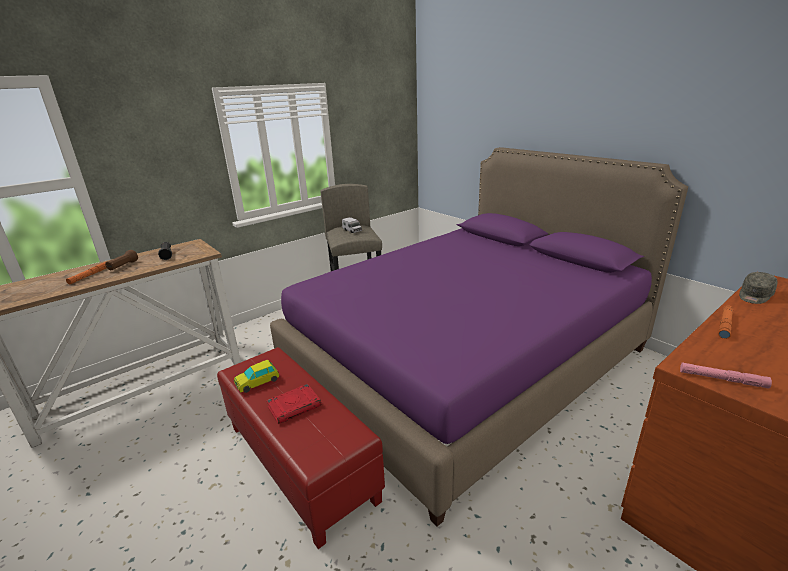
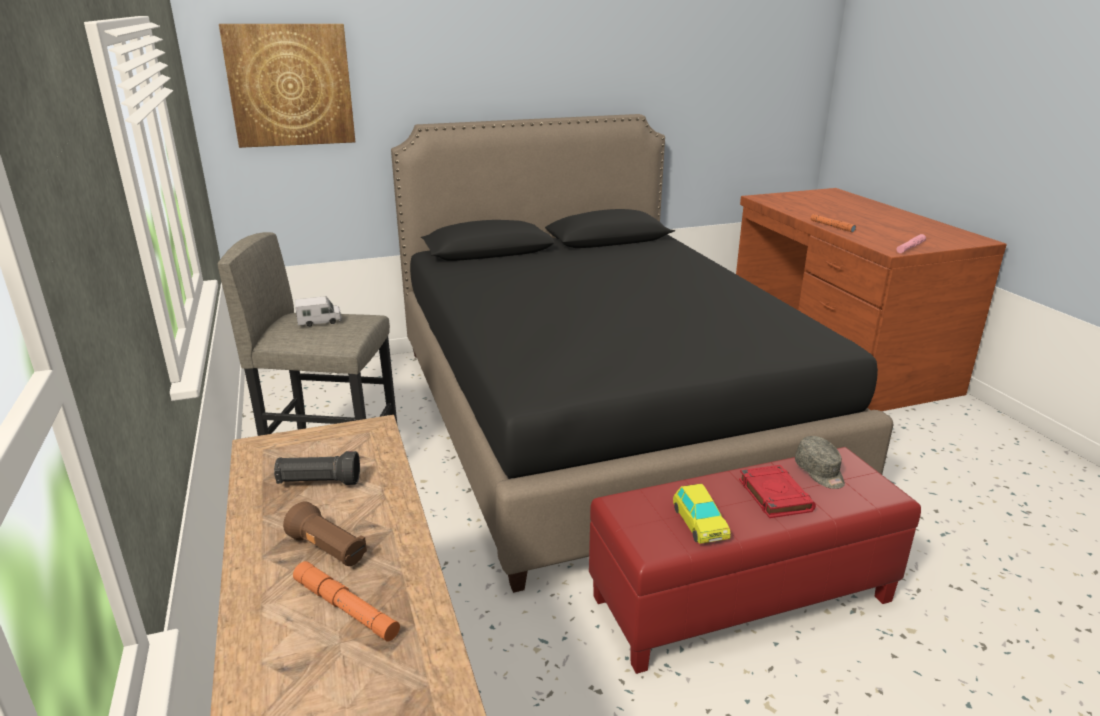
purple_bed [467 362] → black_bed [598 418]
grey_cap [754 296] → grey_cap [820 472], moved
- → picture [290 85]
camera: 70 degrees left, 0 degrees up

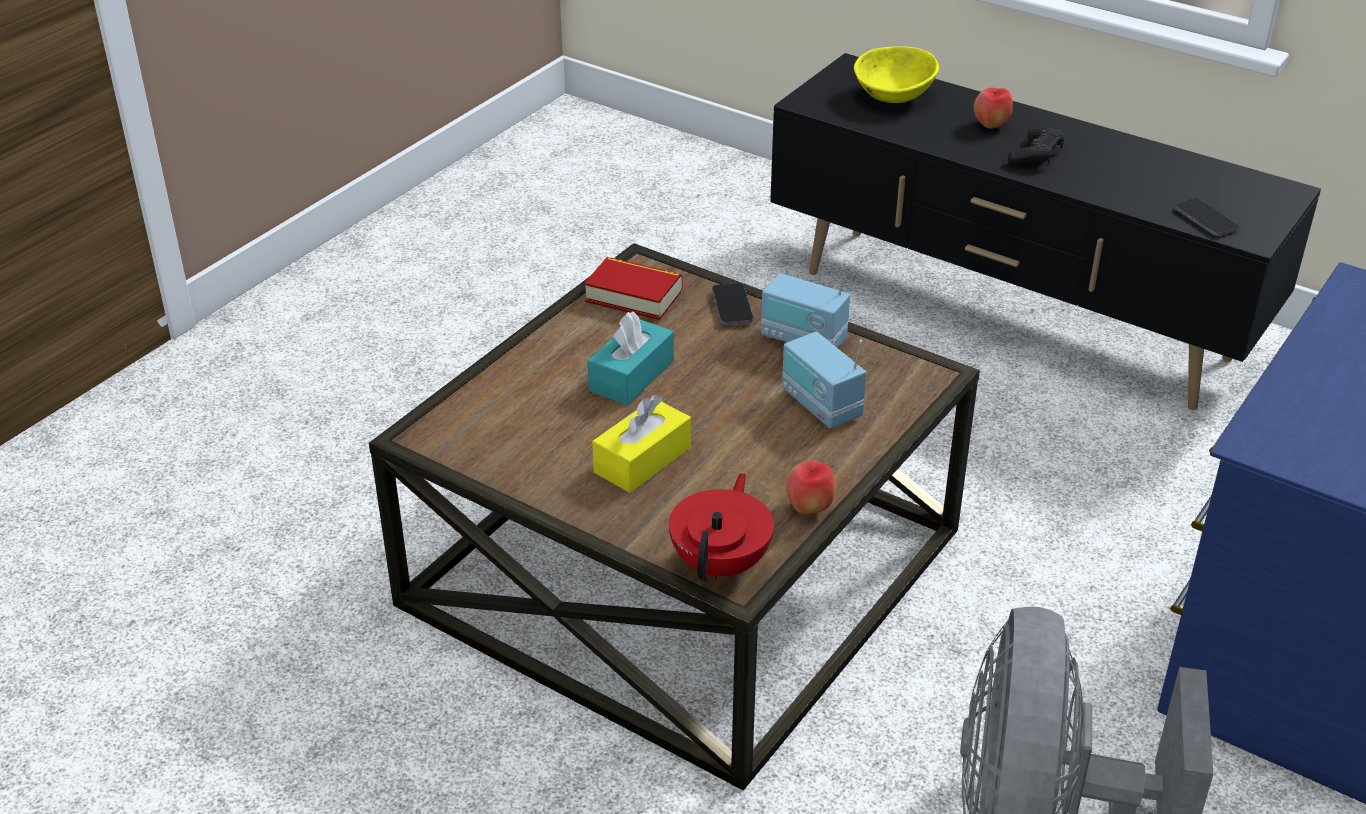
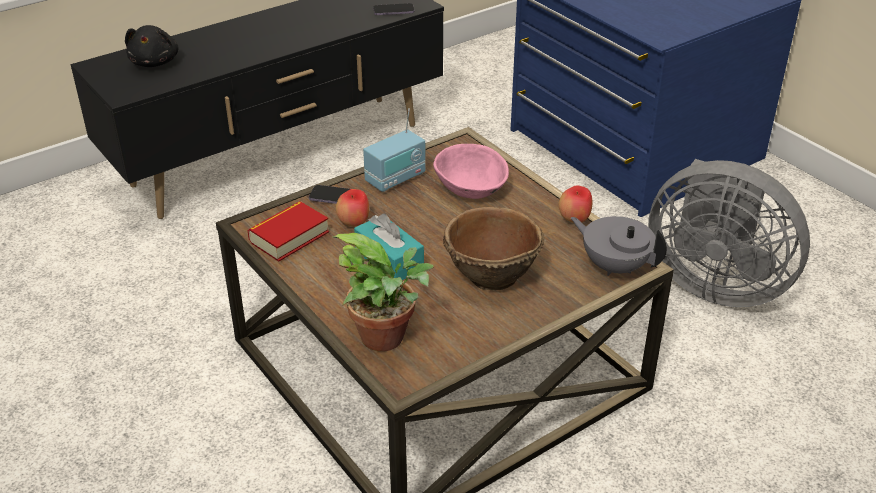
yellow_tissue_box [642 460] → brown_bowl [491 276]
red_teapot [722 563] → grey_teapot [614 266]
radio [820 405] → pink_bowl [471 190]
yellow_bowl [894 97] → black_plush_toy [155 62]
apple [990 126] → apple [354 223], moved
black_game_controller [1036 155] → -
- → potted_plant [388 338]
camera: 70 degrees left, 0 degrees up

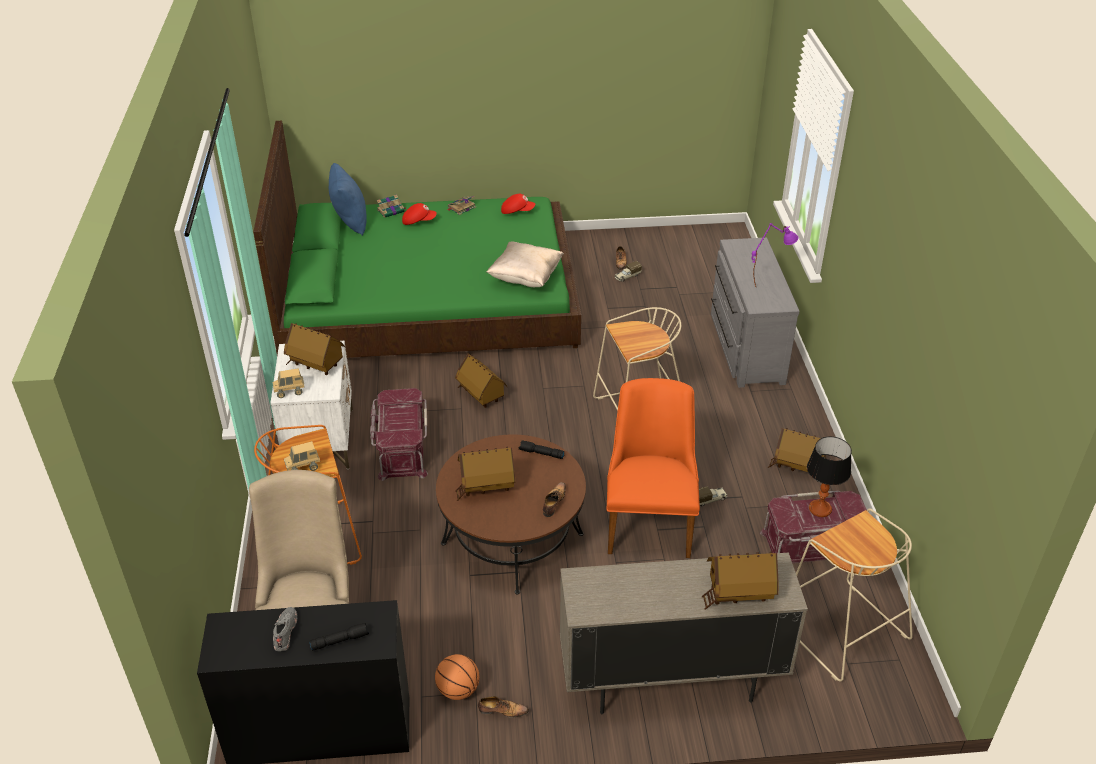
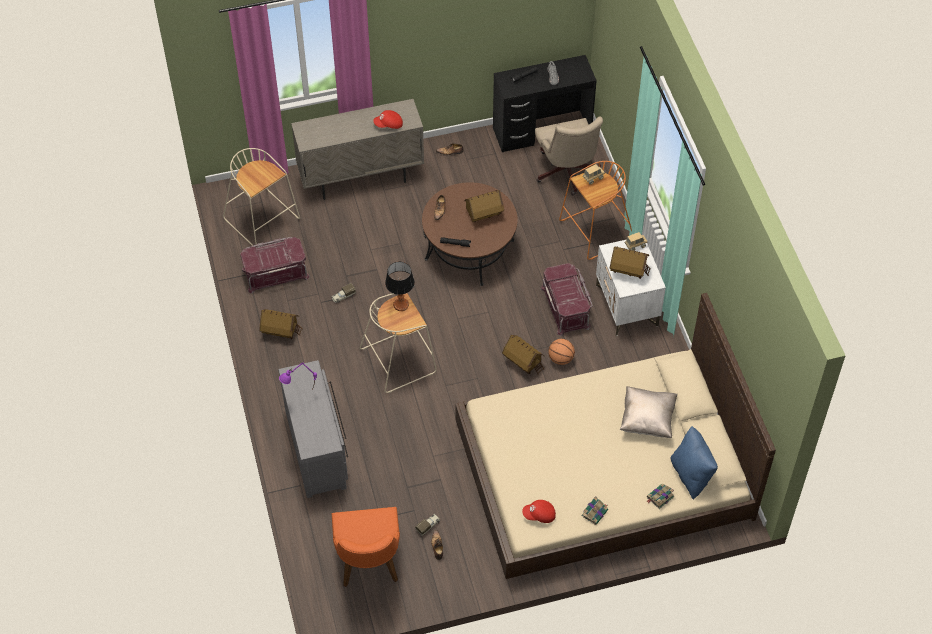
green_bed [428 296] → beige_bed [603 471]
red_cap [418 221] → red_cap [389 125], moved
basketball [458 690] → basketball [561 359], moved
beige_pillow [525 278] → beige_pillow [647 420], moved
orange_chair [649 521] → orange_chair [369 566], moved
toy_house [738 595] → -
table_lamp [820 509] → table_lamp [400 305], moved
camera: 170 degrees right, 15 degrees up

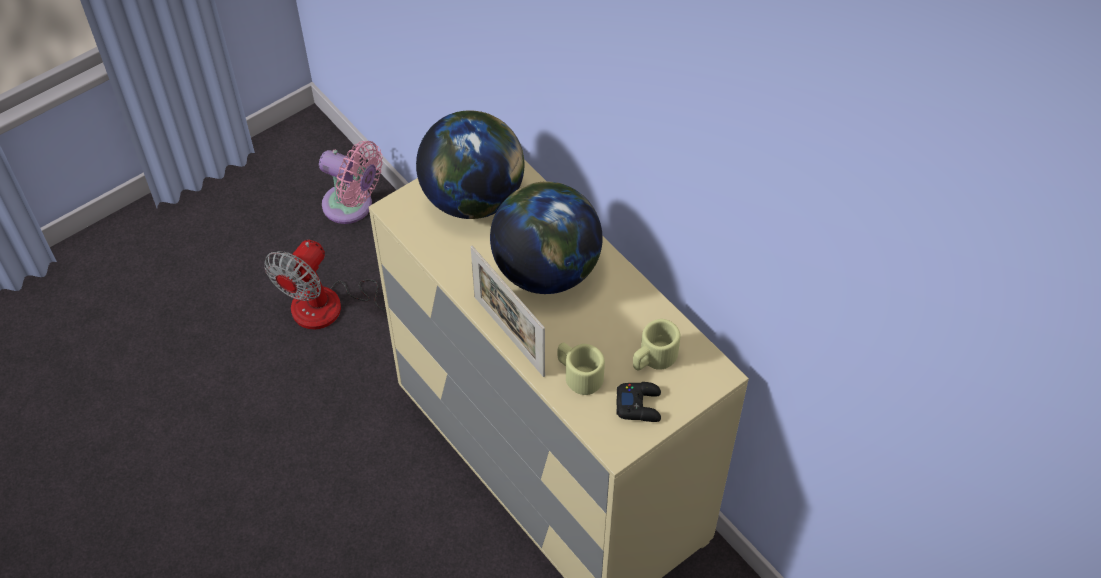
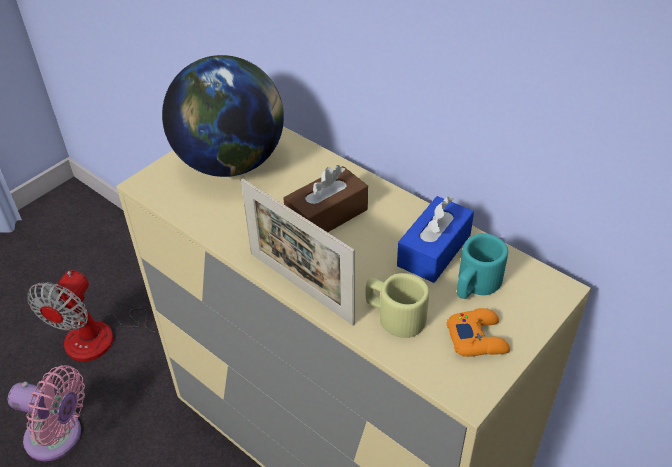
pink_fan [352 206] → pink_fan [59 437], moved
globe [546 270] → brown_tissue_box [326 215]
black_game_controller [639 405] → orange_game_controller [477 338]
beige_mug [653 358] → turquoise_mug [475 284]
- → blue_tissue_box [434 250]
camera: 10 degrees left, 10 degrees down

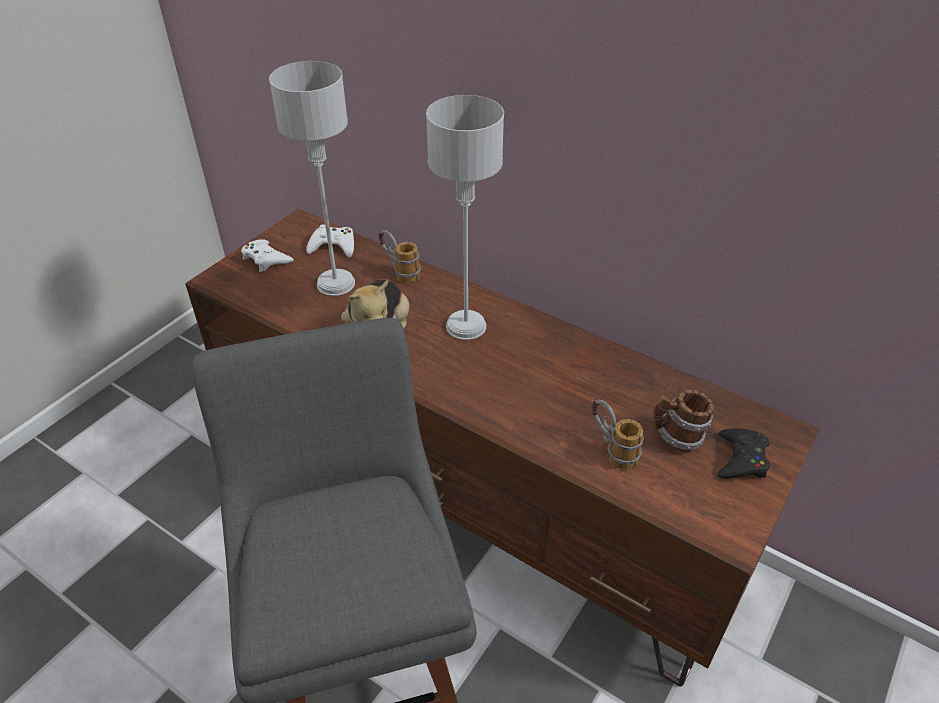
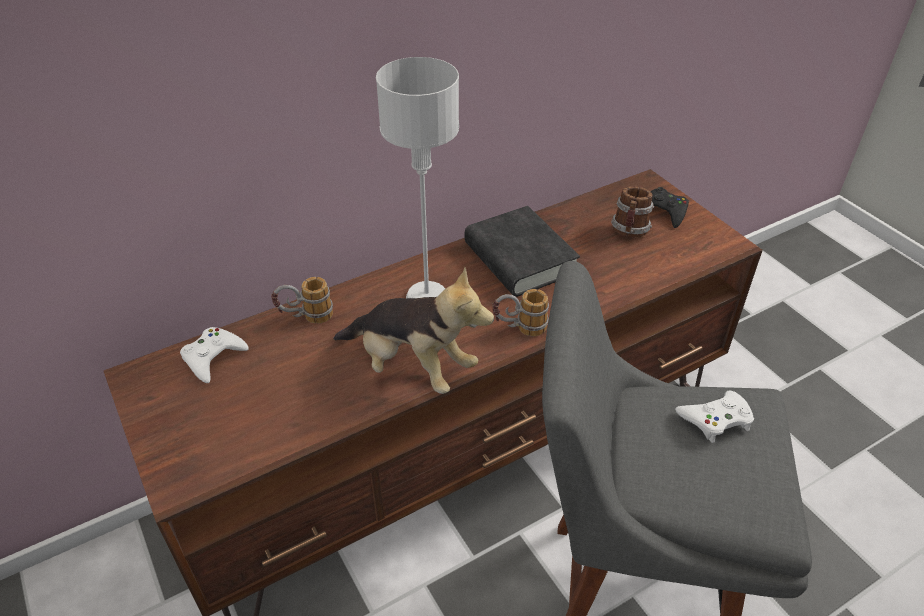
white_game_controller [266 259] → white_game_controller [715 419], moved
grey_table_lamp [335 284] → -
mug [611 449] → mug [519 329], moved
- → black_book [519 258]
camera: 65 degrees left, 0 degrees up

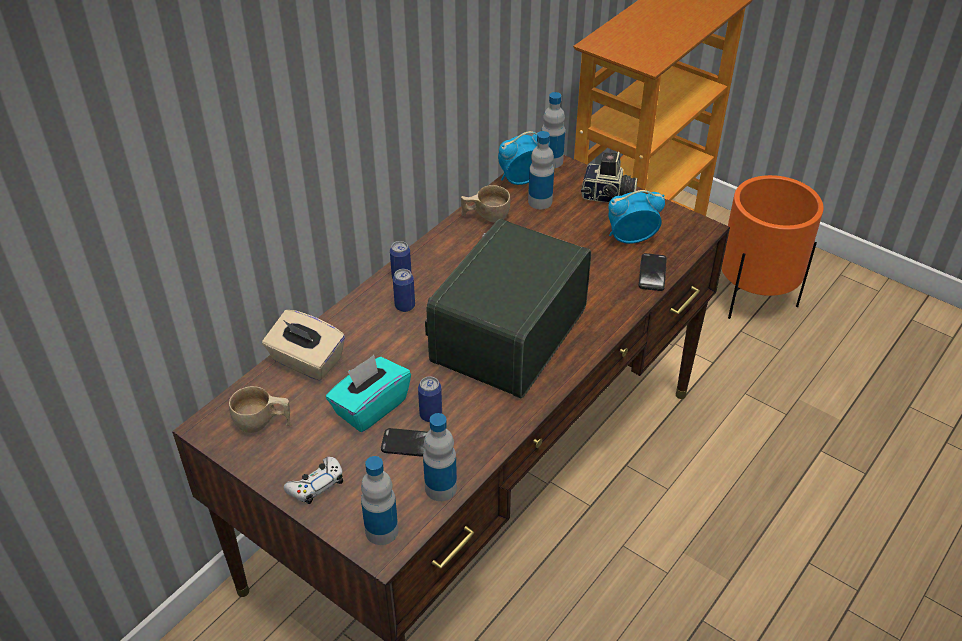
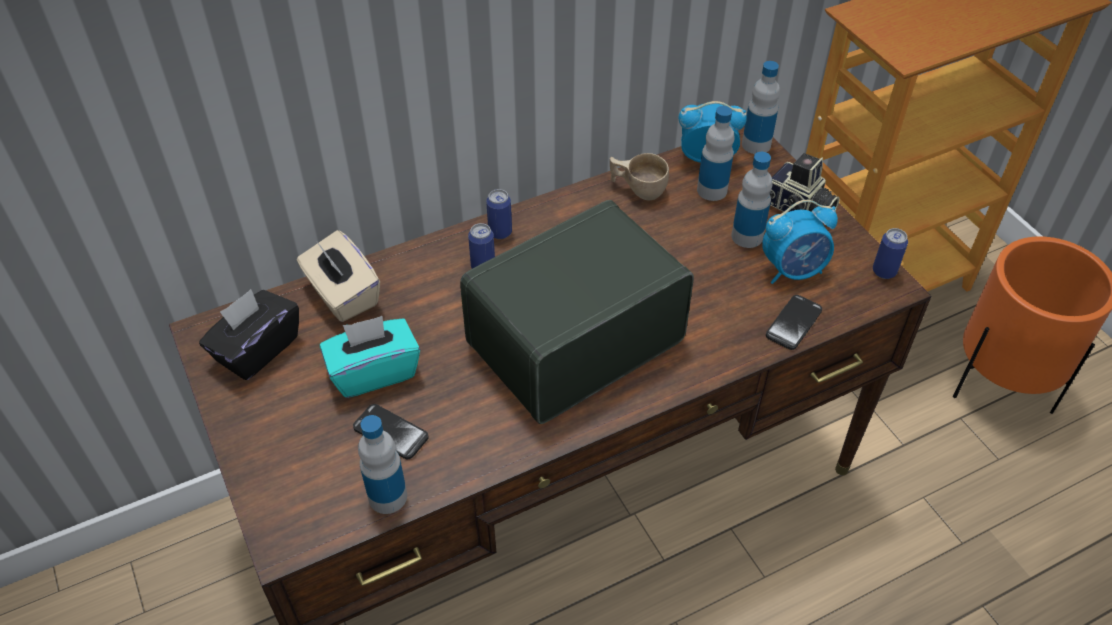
beige_cup [263 424] → black_tissue_box [257 349]
white_game_controller [316 485] → -
bottle [381 531] → bottle [747 236], moved
can [431 415] → can [884 271], moved
alarm_clock [630 238] → alarm_clock [793 270], 150 degrees clockwise
camera: 25 degrees right, 5 degrees up

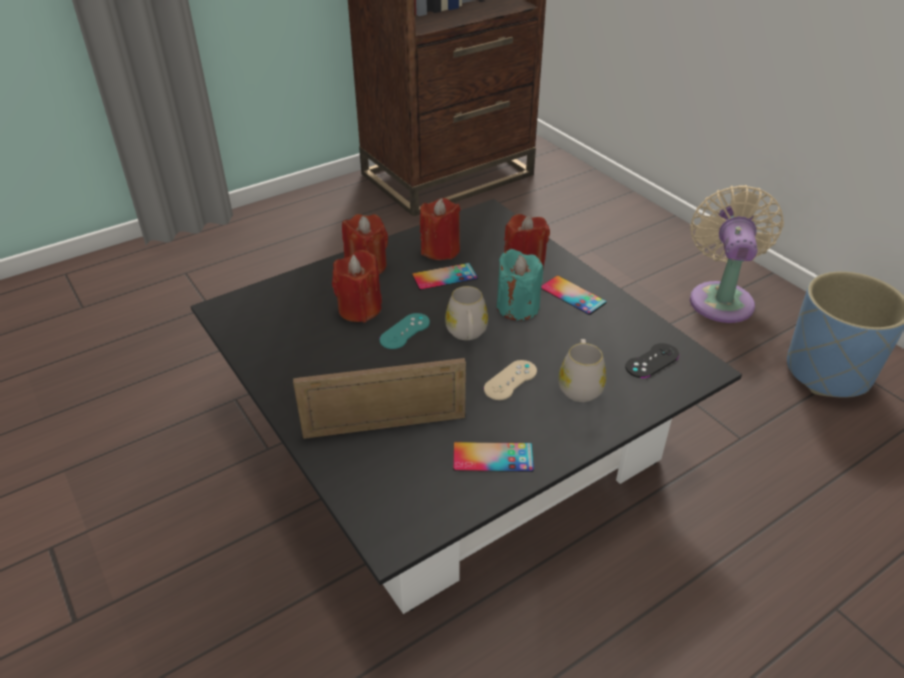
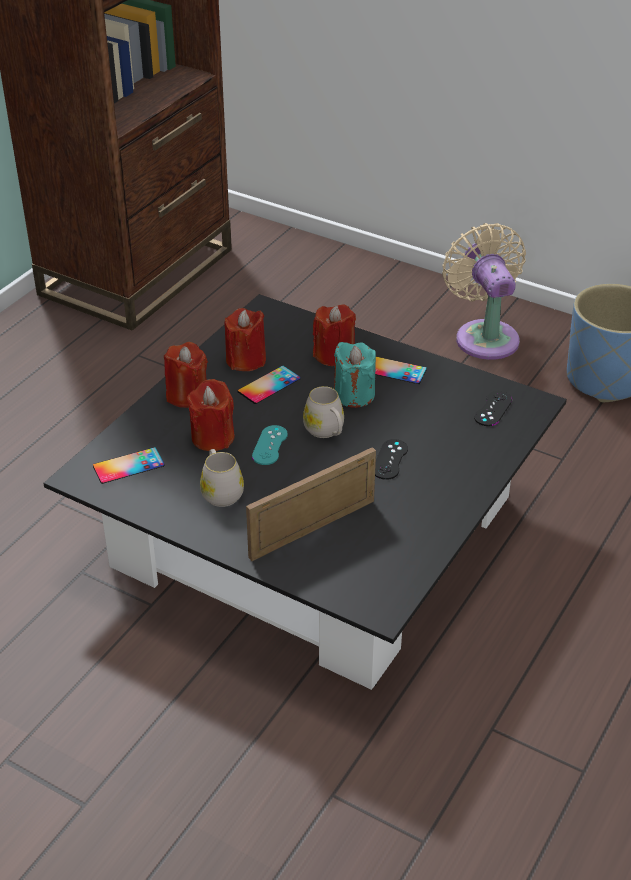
phone [493 457] → phone [128 466], moved
beige_game_controller [510 380] → black_game_controller [390 459]
white_mug [580 385] → white_mug [220 492], moved
camera: 25 degrees left, 0 degrees up

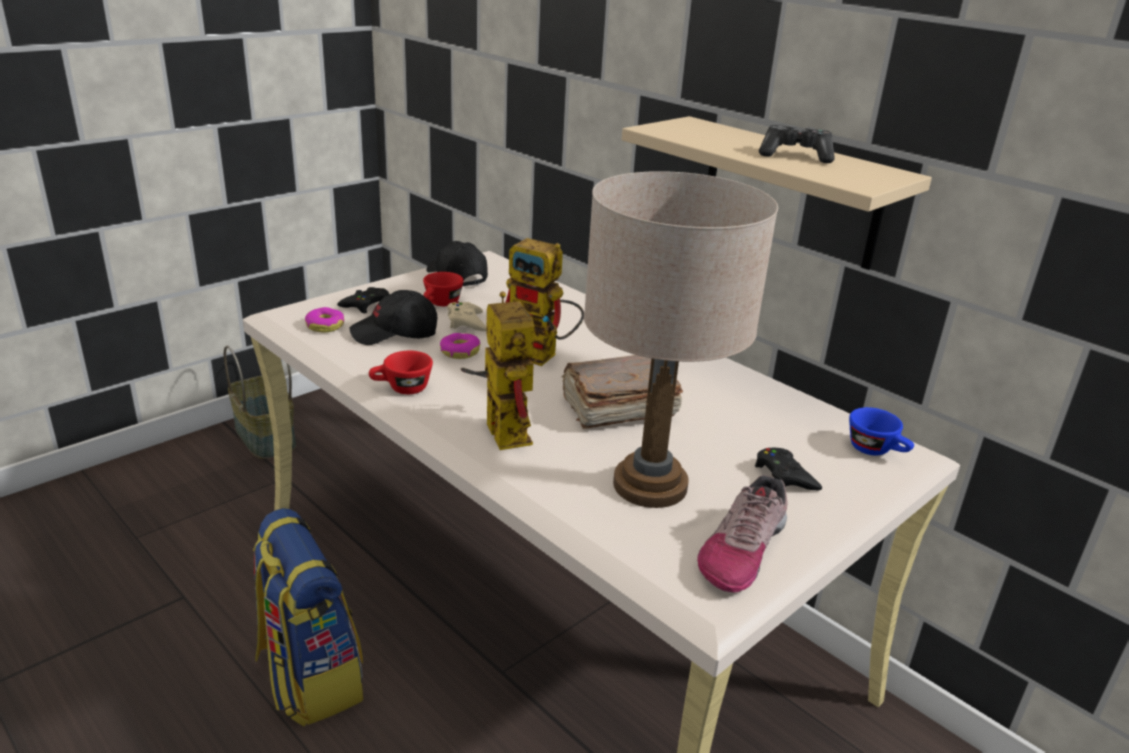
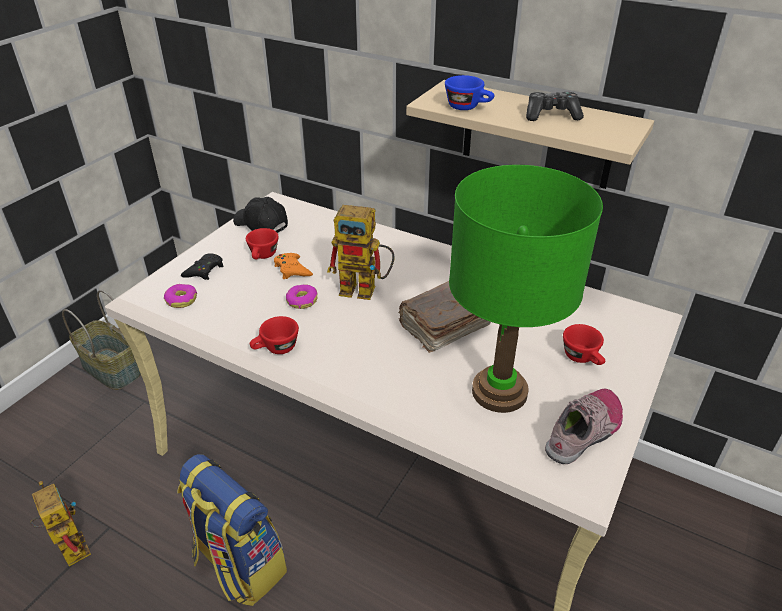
black_cap [395 334] → -
beige_game_controller [466 322] → orange_game_controller [292 270]
toy_robot [499 429] → toy_robot [69 545], moved
beige_table_lamp [650 485] → green_table_lamp [499 391]
shoe [741 550] → shoe [585 432], 150 degrees counterclockwise
black_game_controller [784 476] → red_cup [583 358]
blue_cup [876 451] → blue_cup [468 107], moved
camera: 15 degrees left, 10 degrees up

